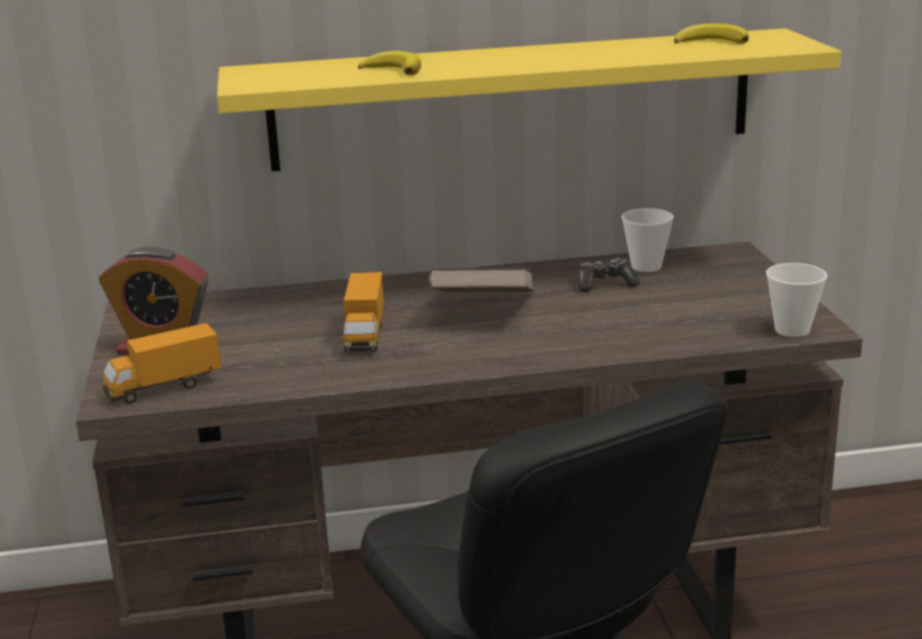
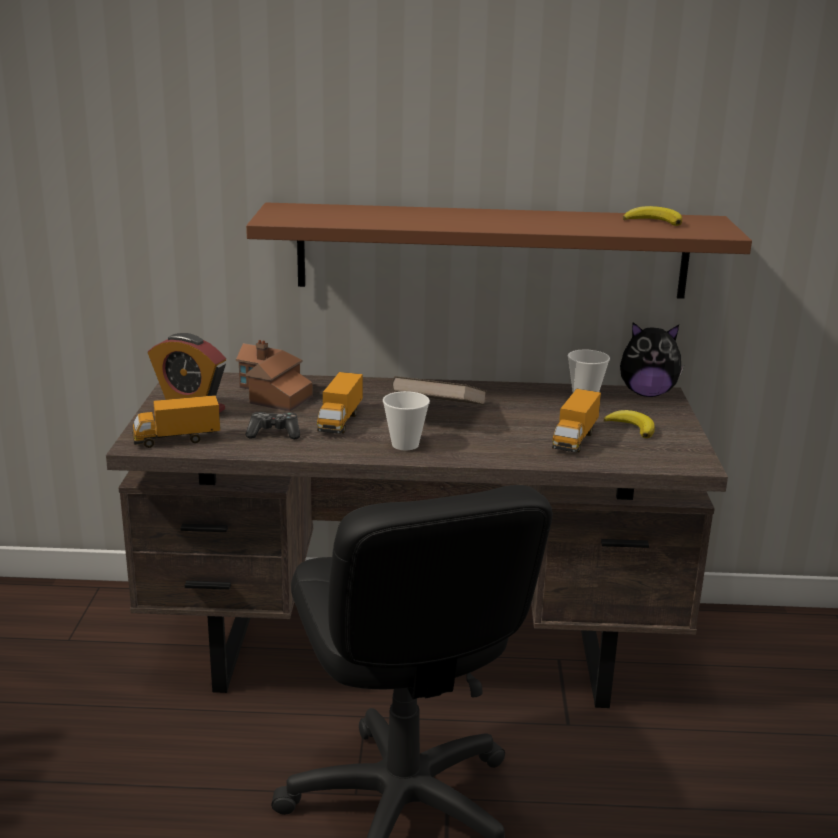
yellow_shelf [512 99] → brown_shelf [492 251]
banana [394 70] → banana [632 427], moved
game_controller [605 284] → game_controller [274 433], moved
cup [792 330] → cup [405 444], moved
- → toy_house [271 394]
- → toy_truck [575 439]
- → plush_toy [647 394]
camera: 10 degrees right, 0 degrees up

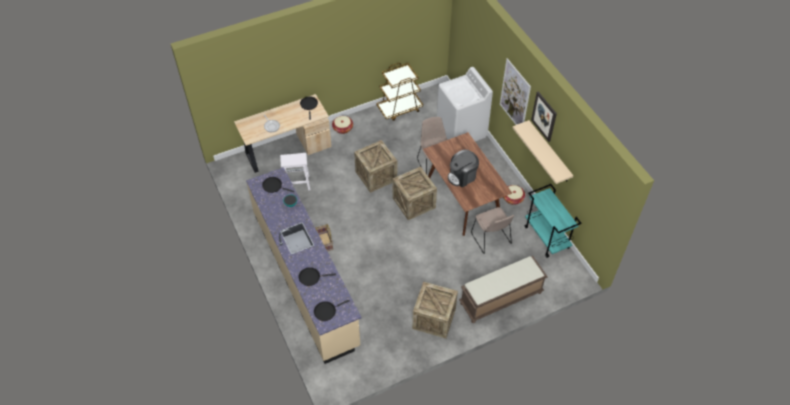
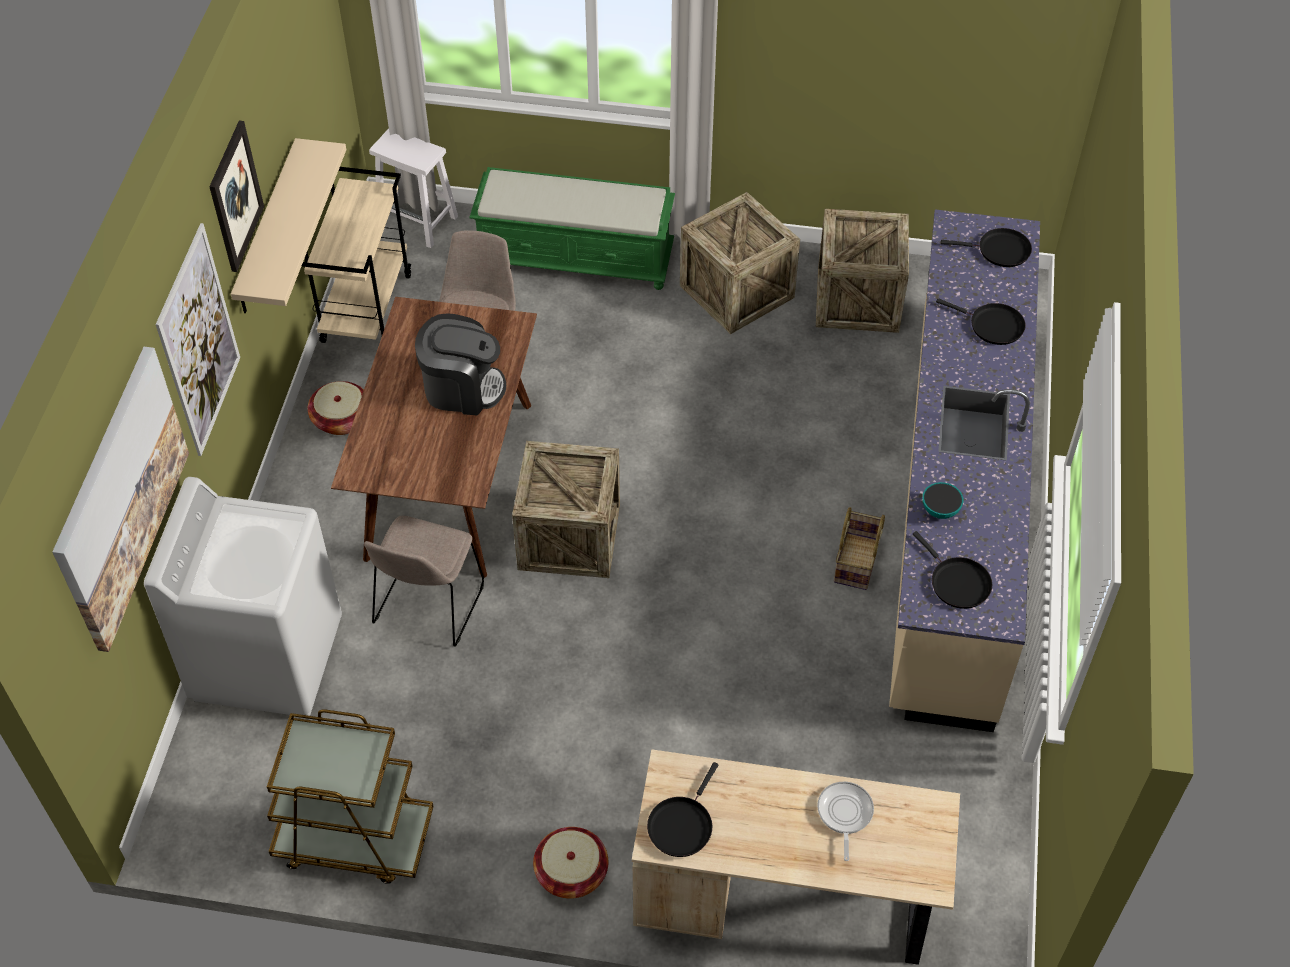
white_stool [296 183] → white_stool [418 222], moved
crate [376 176] → crate [857 299], moved
brown_bench [500 298] → green_bench [576 257]
turquoise_cart [547 237] → beige_cart [366 307]
- → picture [120 497]
camera: 145 degrees left, 0 degrees up

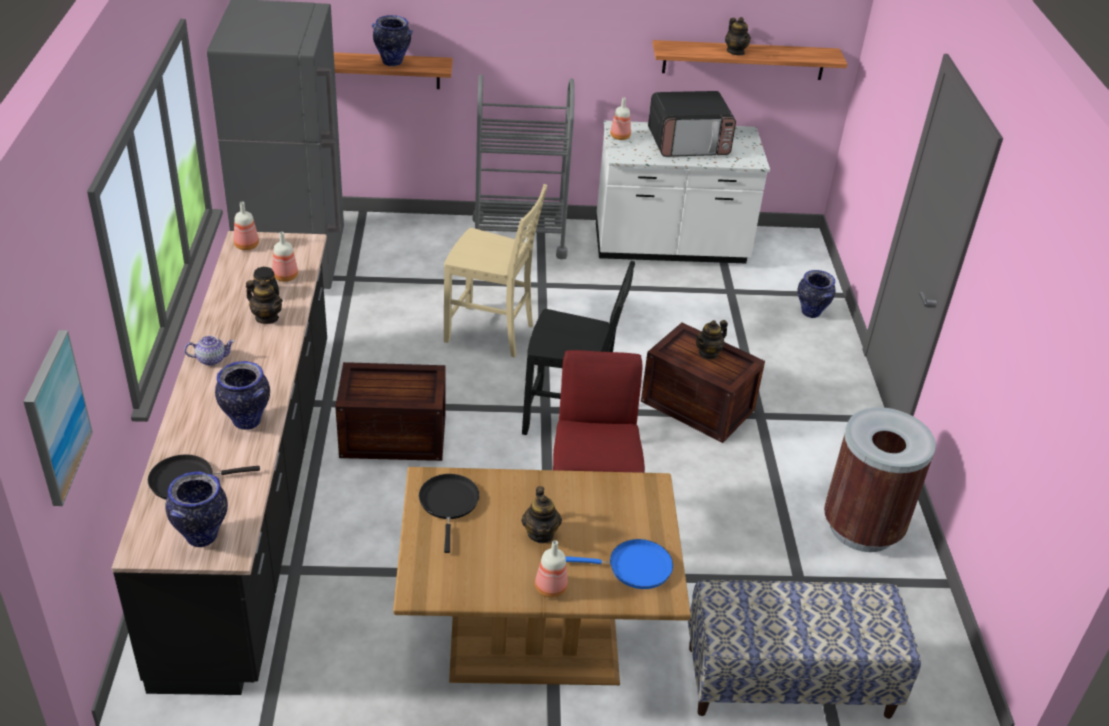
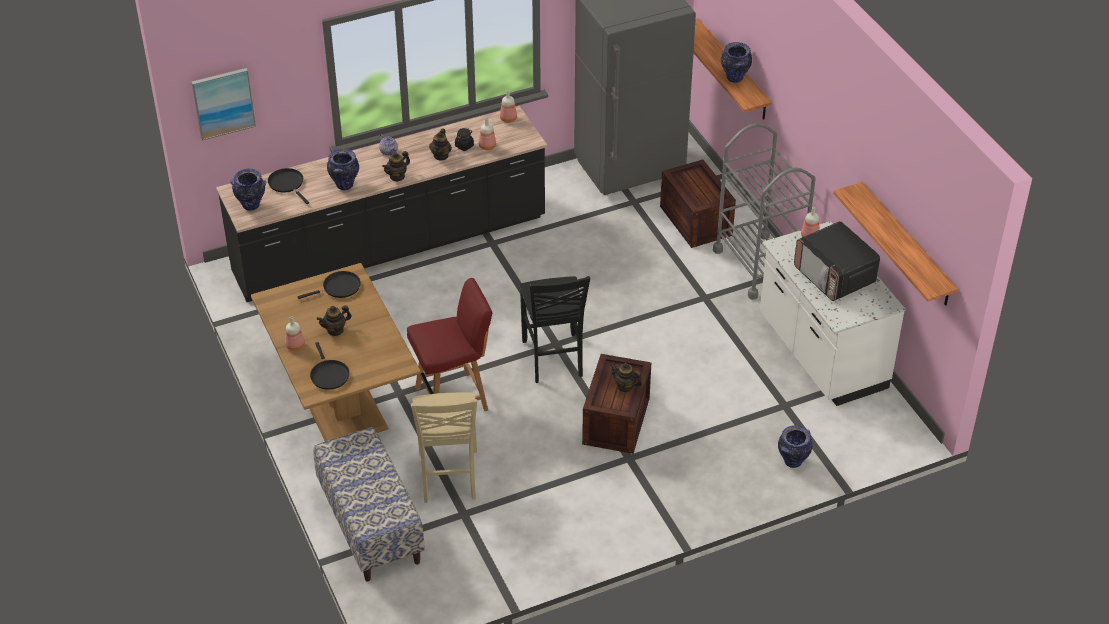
crate [391 436] → crate [695 220], moved
beige_chair [491 333] → beige_chair [448 477], moved
blue_frying_pan [634 567] → black_frying_pan [329 374]
teapot [735 52] → teapot [397 176], moved
brown_trash_can [862 528] → -
camera: 70 degrees right, 5 degrees up

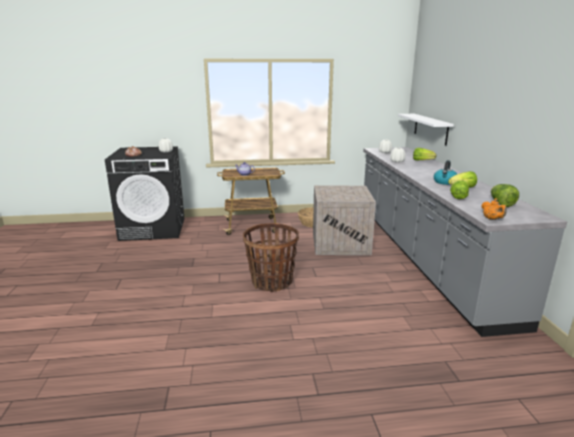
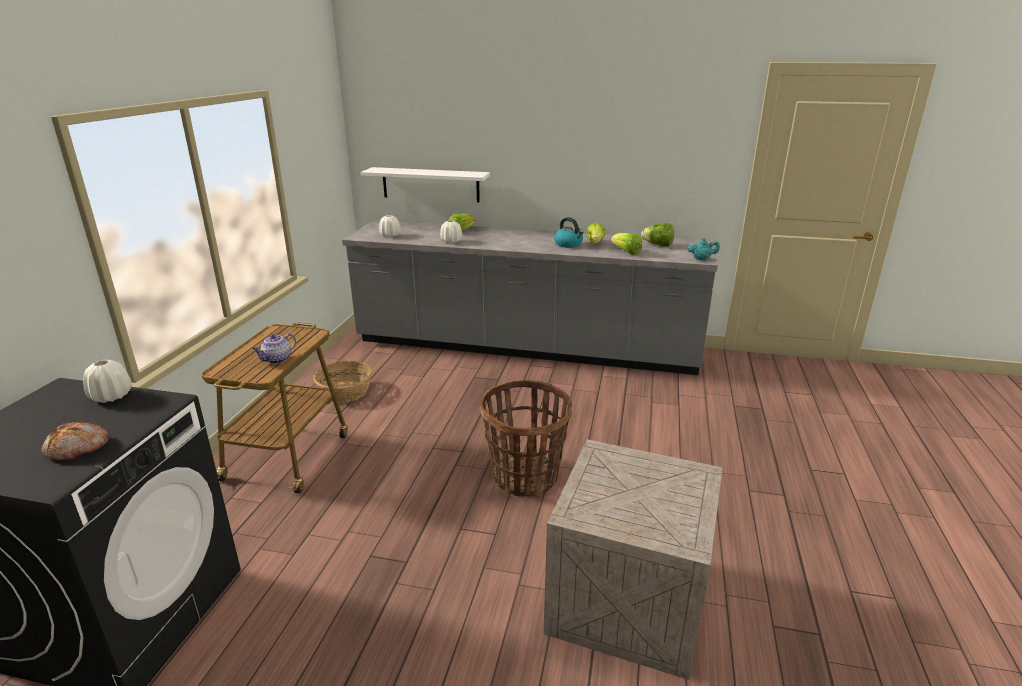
crate [341 243] → crate [626 598], moved
orange_teapot [492 219] → turquoise_teapot [701 259]
camera: 70 degrees left, 5 degrees up

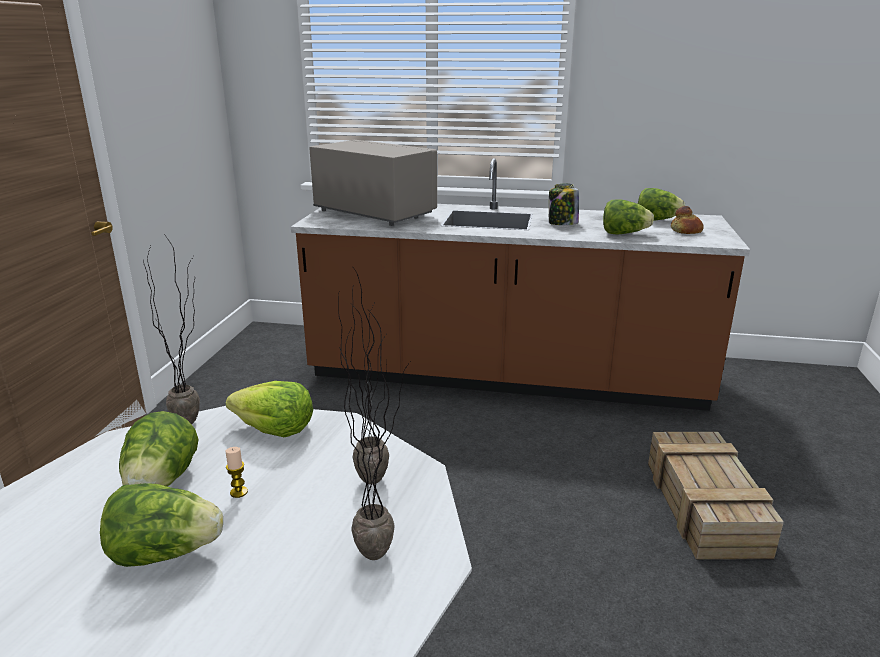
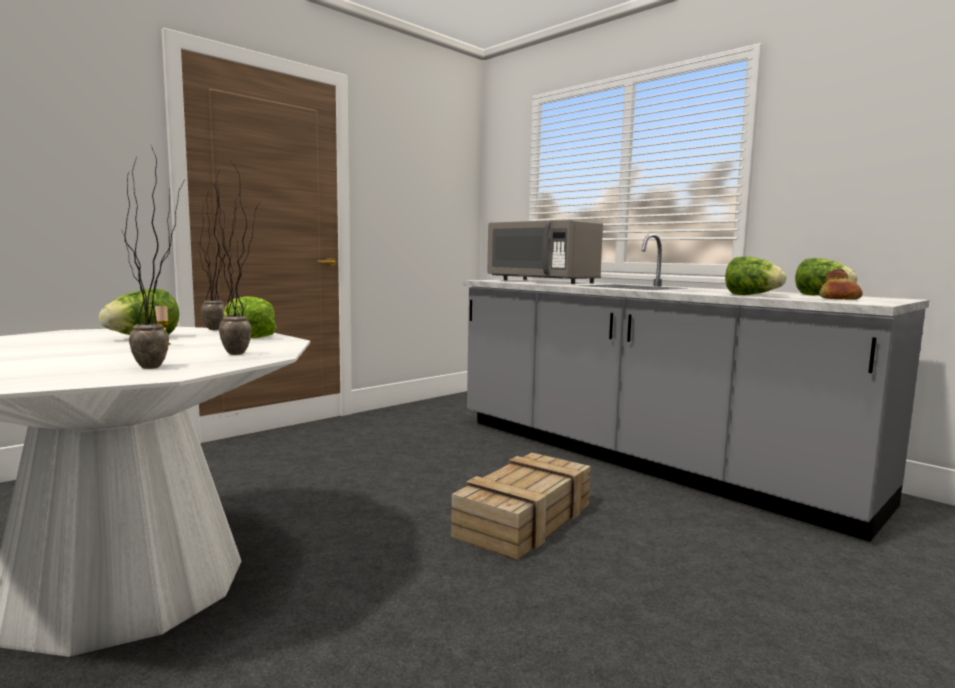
lettuce [166 553] → -
brown_counter [505 376] → grey_counter [644 459]
grey_microwave [374 213] → grey_microwave [542 281], 150 degrees clockwise
jar [562 223] → -
crate [706 508] → crate [524 520], moved
camera: 35 degrees right, 15 degrees down

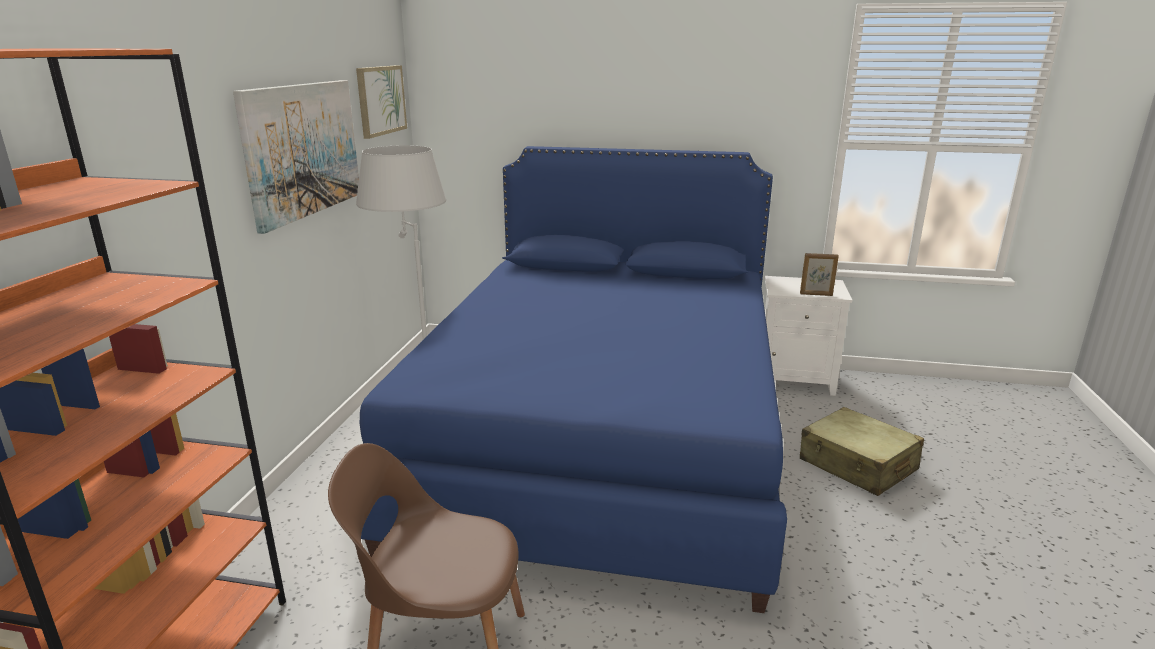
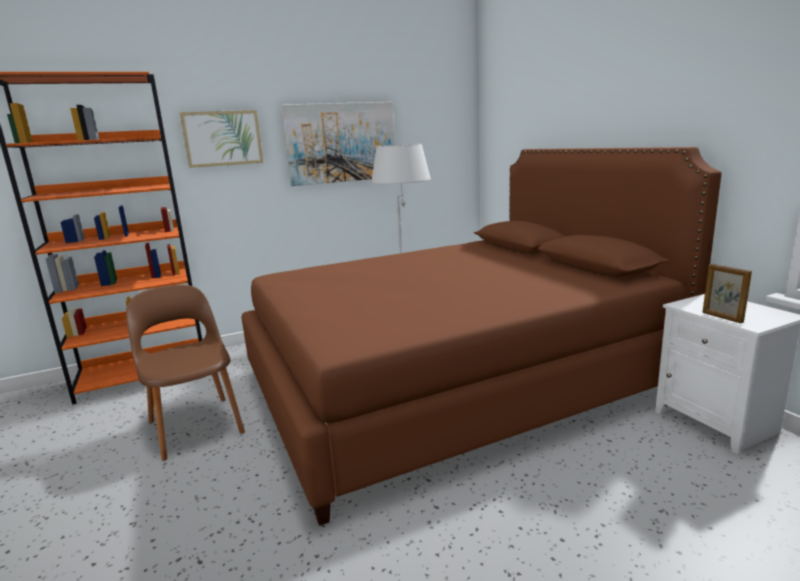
picture [381 100] → picture [222 138], moved
blue_bed [602 439] → brown_bed [453 383]
beige_suitcase [857 465] → -
camera: 55 degrees right, 5 degrees down

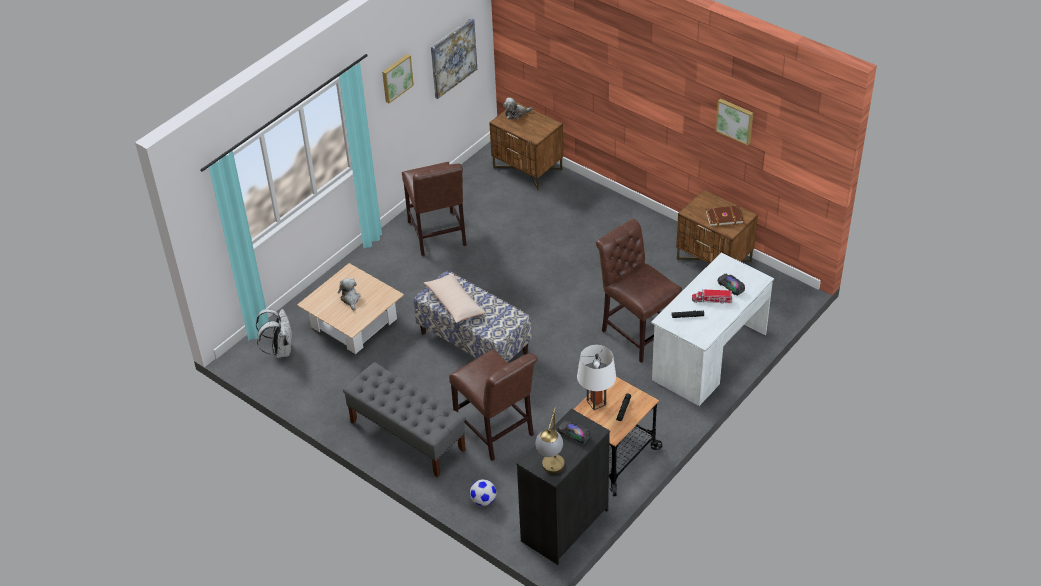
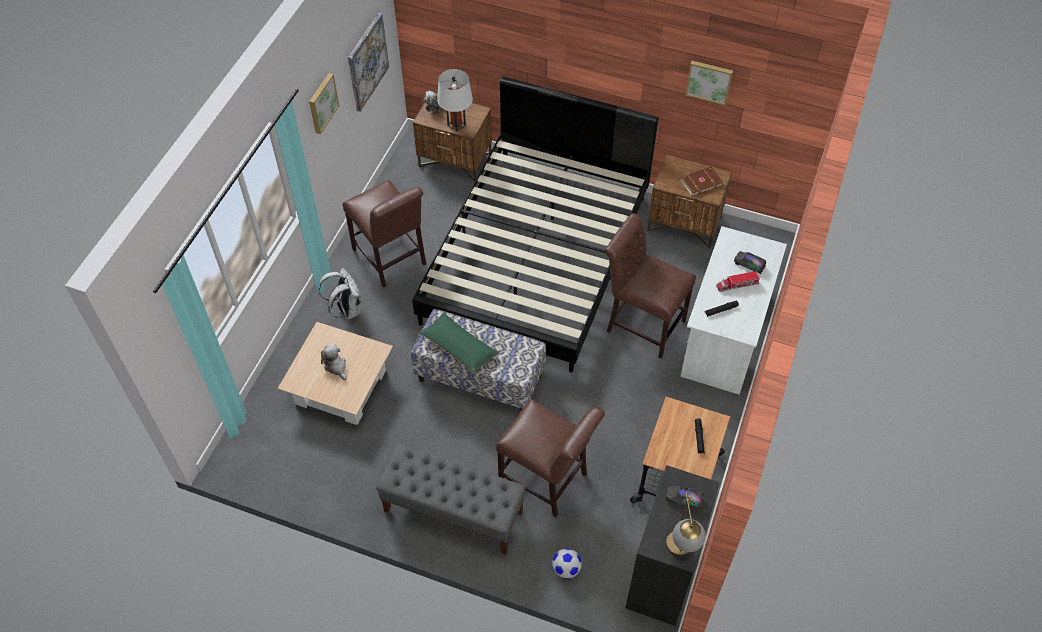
white_backpack [280 350] → white_backpack [347 309], moved
beige_pillow [455 303] → green_pillow [459 347]
white_table_lamp [596 402] → white_table_lamp [456 125], moved
- → black_bed [537 257]
camera: 20 degrees left, 10 degrees up

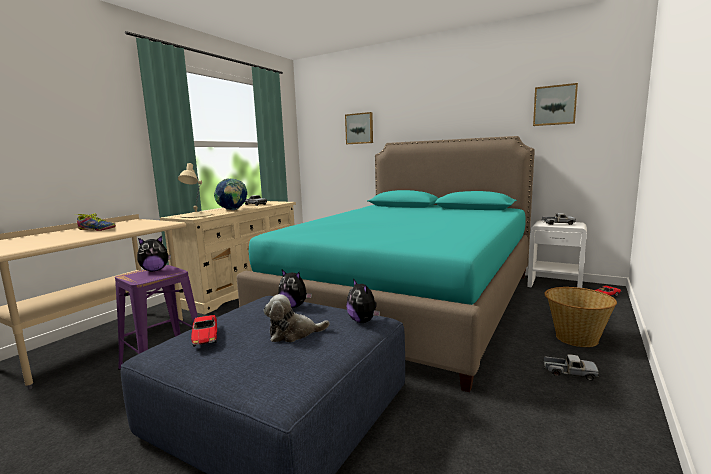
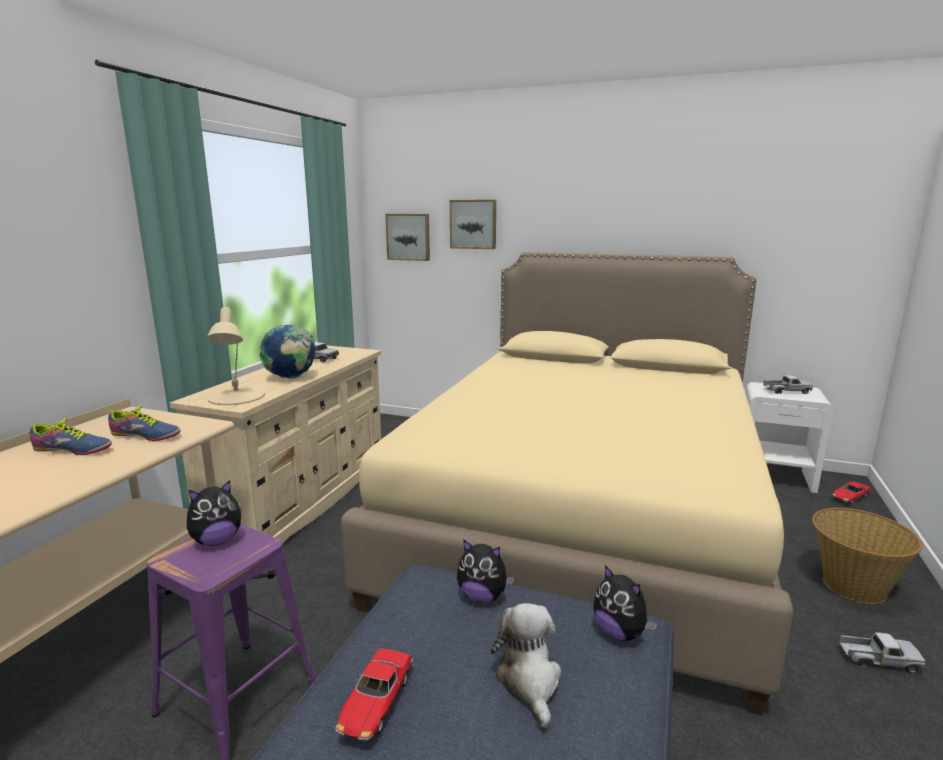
toy_car [205 337] → toy_car [376 703], 45 degrees clockwise
turquoise_bed [408 301] → beige_bed [583 518]
plush_toy [293 334] → plush_toy [529 681], 105 degrees clockwise
picture [555 105] → picture [408 237], moved
- → shoe [146 435]
camera: 10 degrees left, 5 degrees up

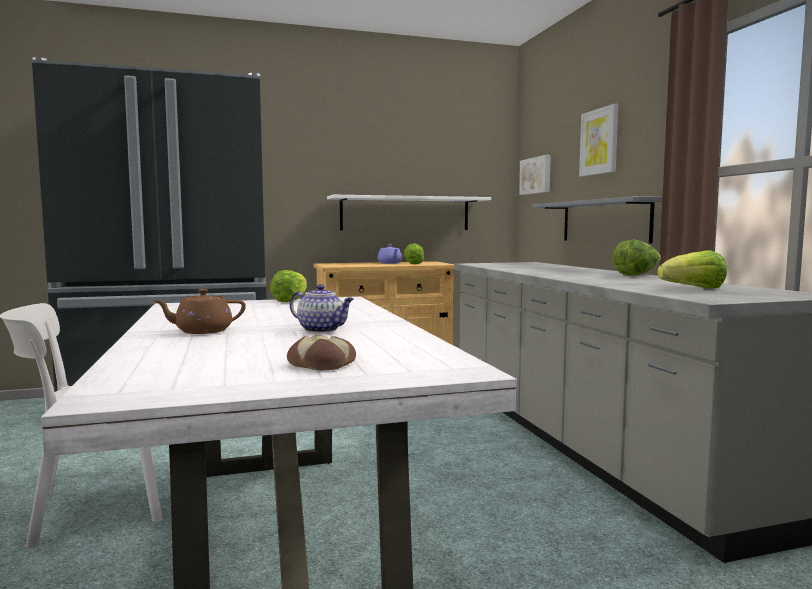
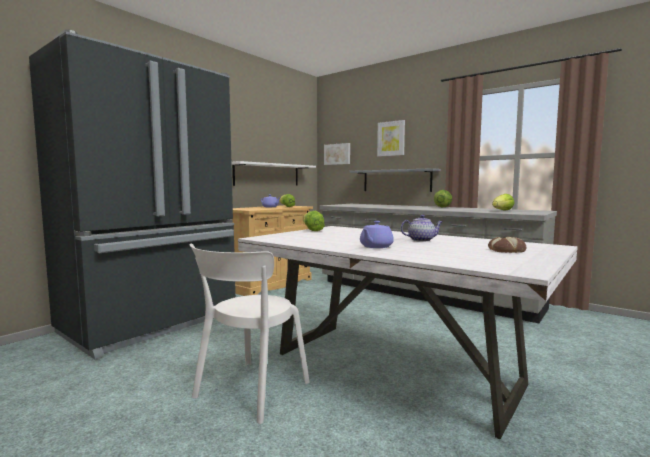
brown_teapot [202 331] → purple_teapot [375 247]
camera: 35 degrees left, 0 degrees up

